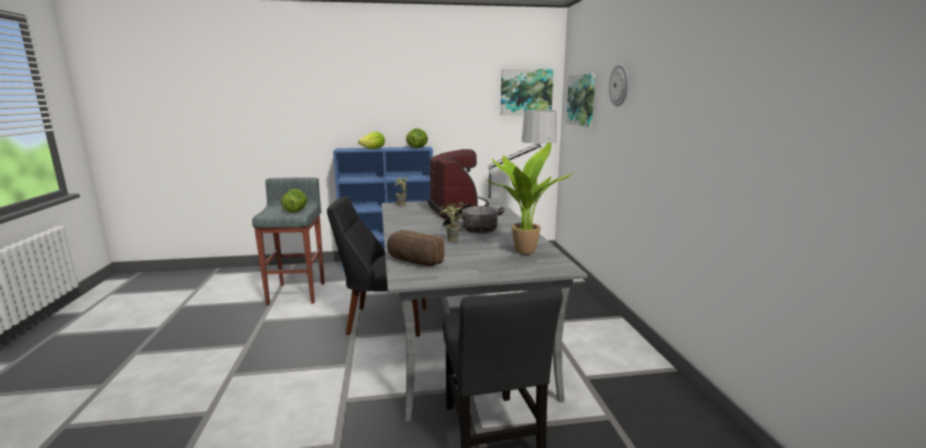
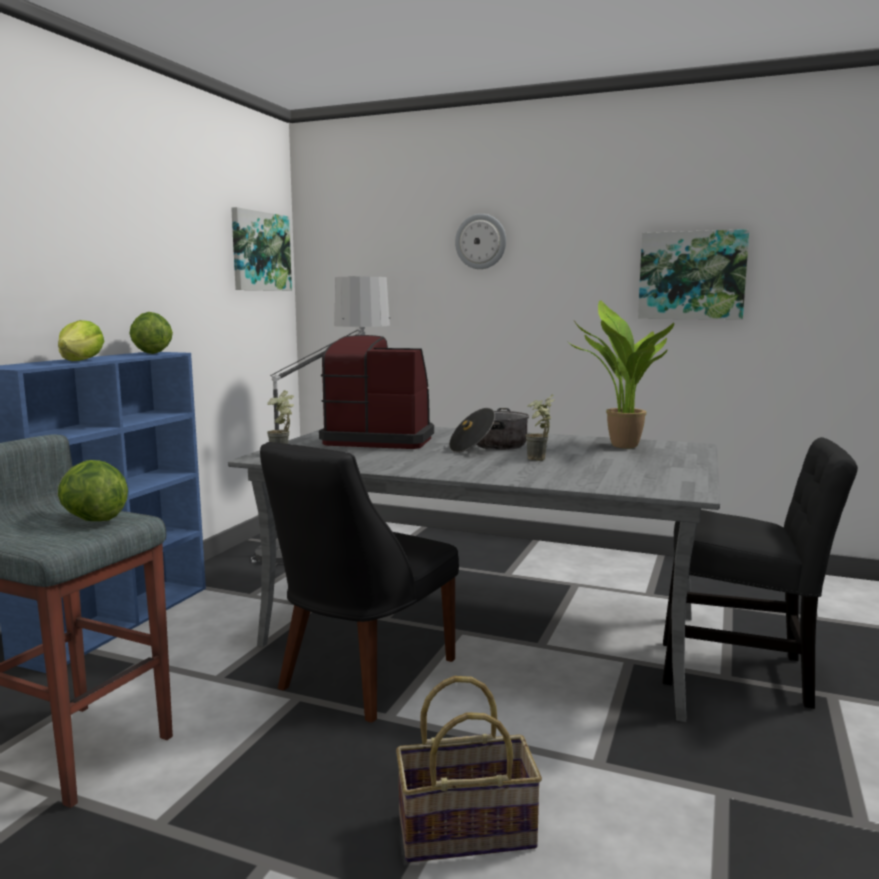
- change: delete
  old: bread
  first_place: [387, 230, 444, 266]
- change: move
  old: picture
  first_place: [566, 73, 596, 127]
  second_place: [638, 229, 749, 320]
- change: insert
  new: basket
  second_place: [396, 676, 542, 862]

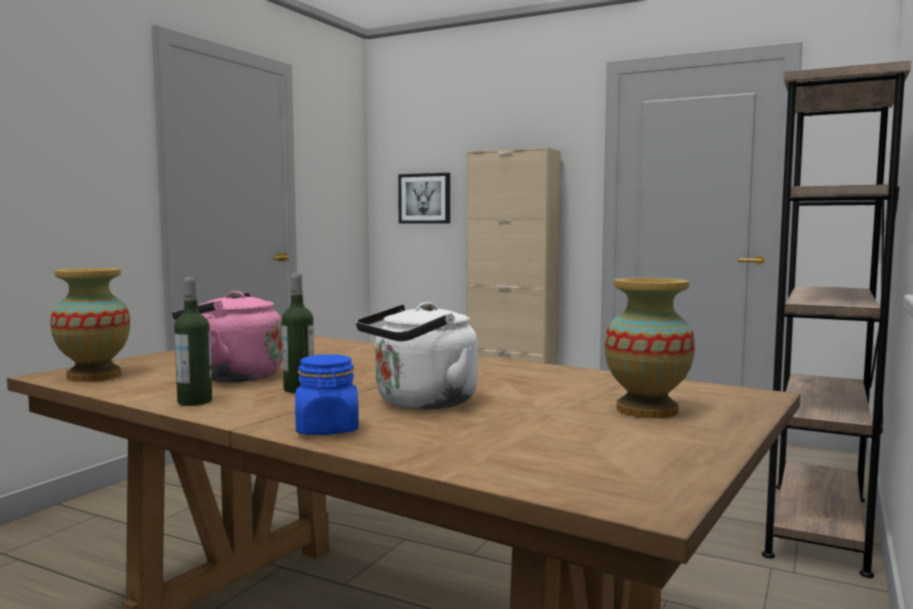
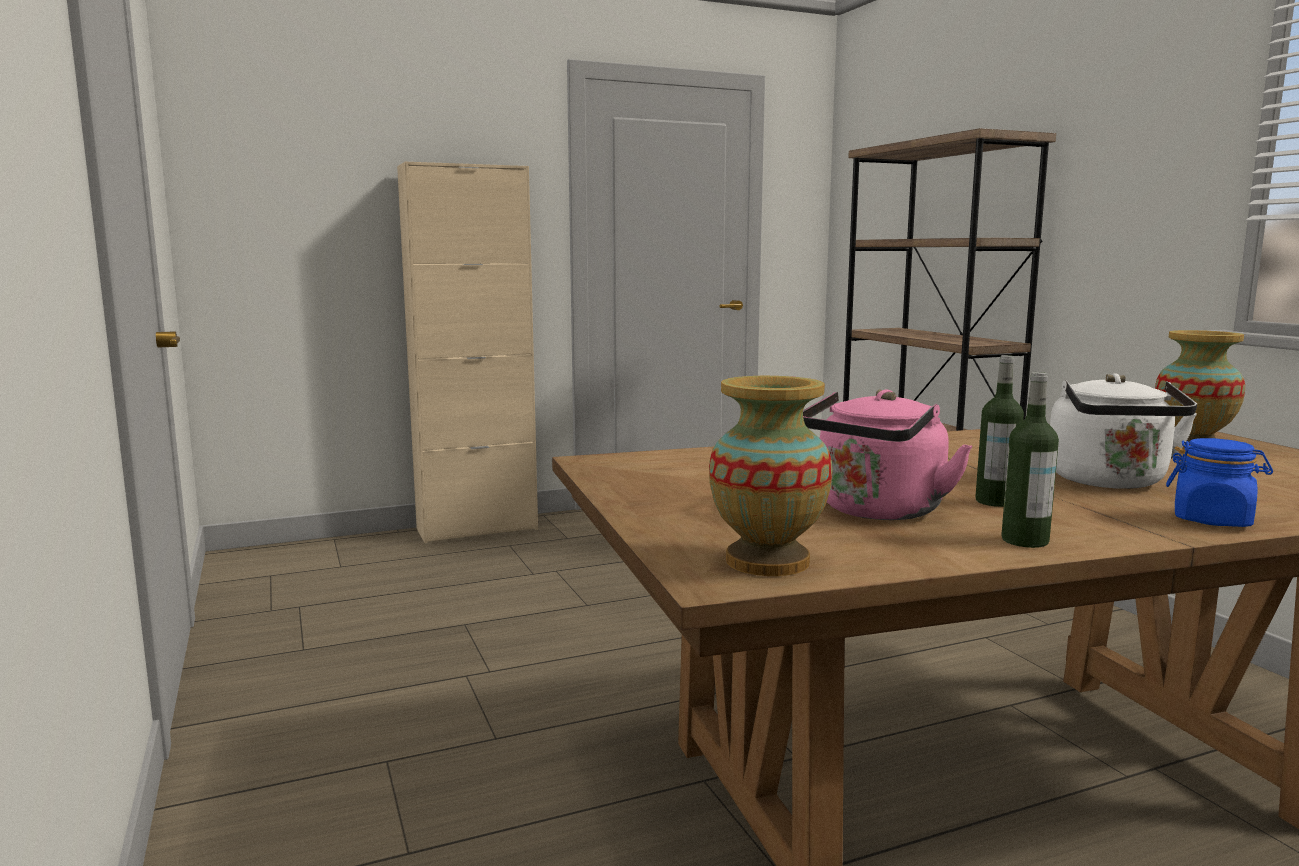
- change: delete
  old: picture
  first_place: [398, 173, 450, 224]

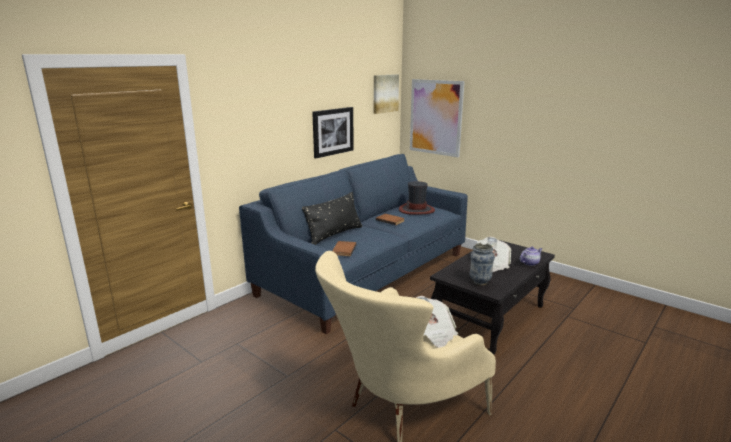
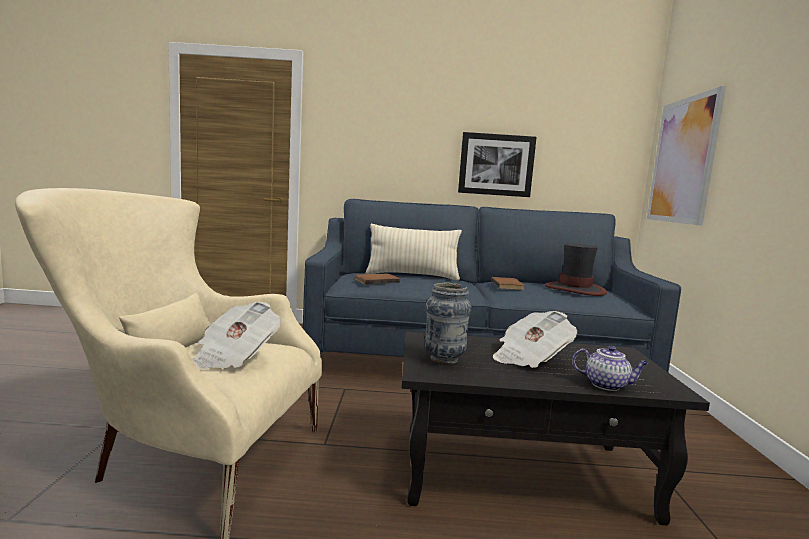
- change: recolor
  old: pillow in black
  new: pillow in beige
  first_place: [302, 192, 362, 245]
  second_place: [365, 224, 462, 280]
- change: delete
  old: picture
  first_place: [374, 74, 399, 114]

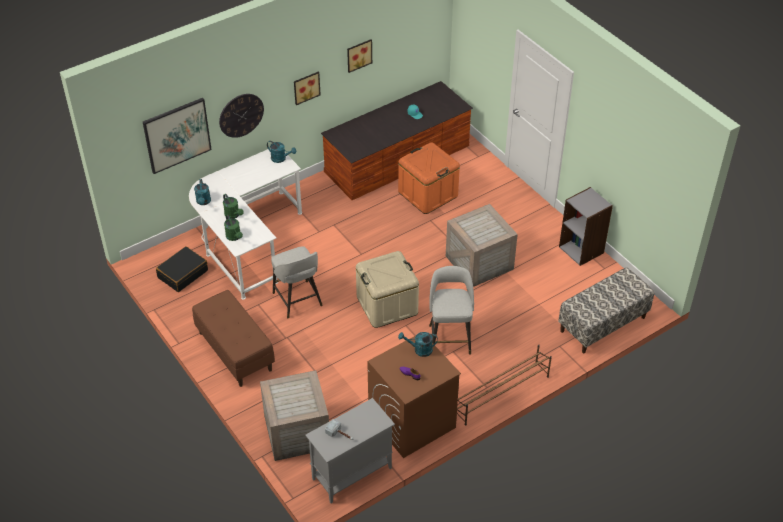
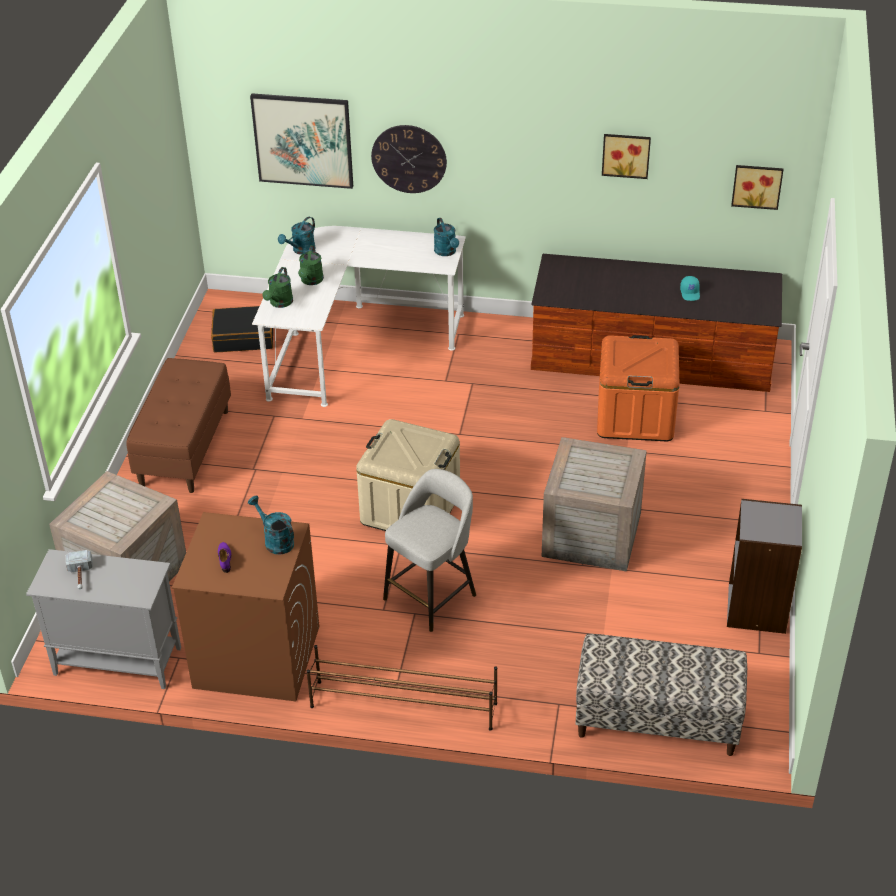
- change: delete
  old: stool in grey
  first_place: [271, 246, 323, 318]
- change: move
  old: picture
  first_place: [294, 72, 321, 105]
  second_place: [731, 165, 784, 210]

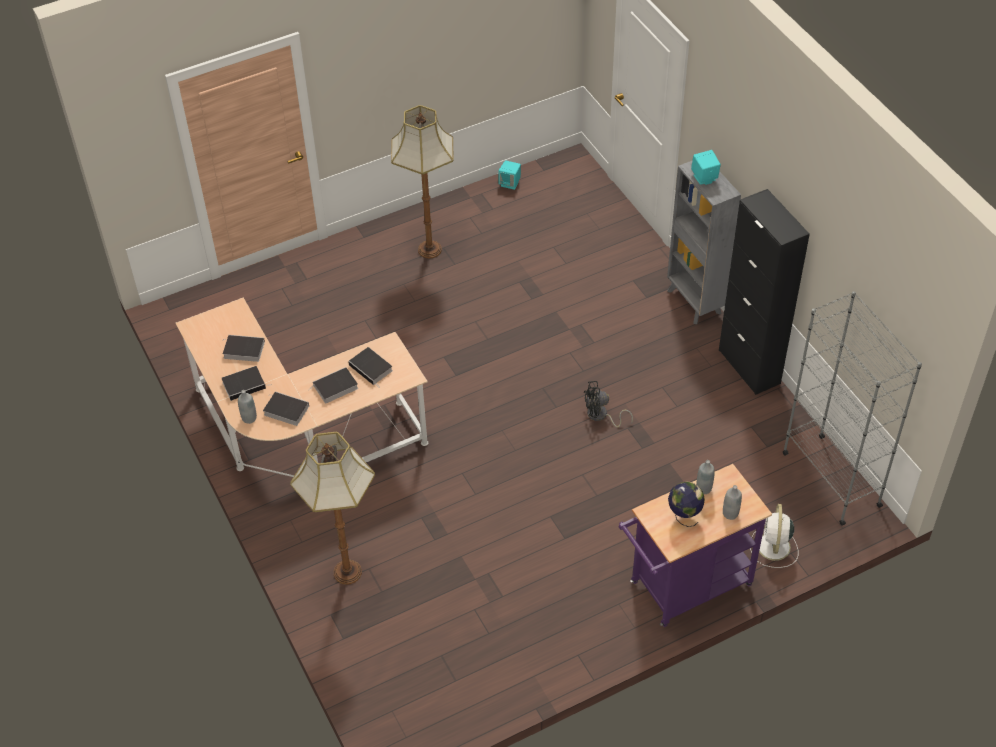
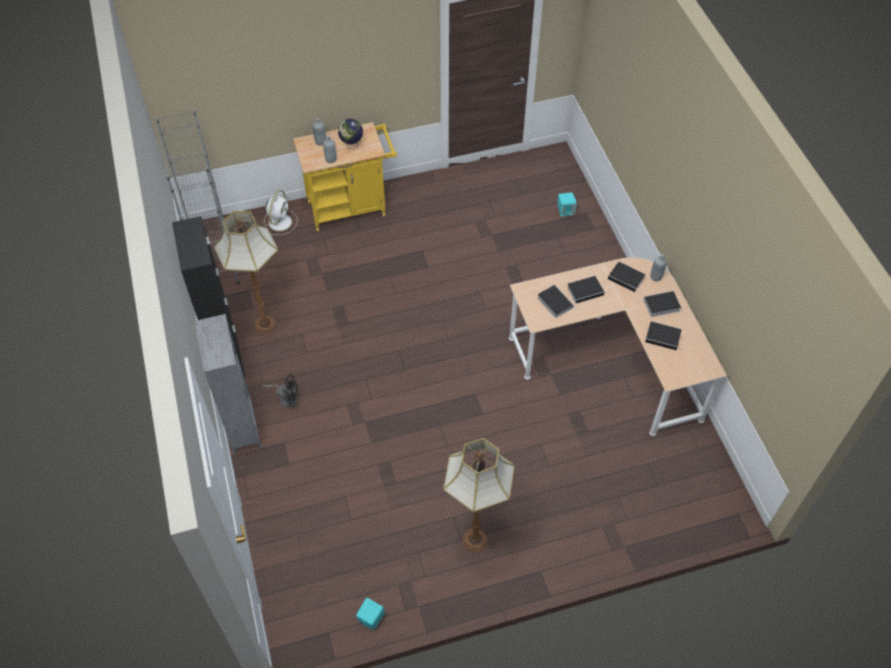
- change: move
  old: floor lamp
  first_place: [290, 432, 375, 585]
  second_place: [213, 211, 278, 334]
- change: move
  old: fan in black
  first_place: [584, 381, 633, 428]
  second_place: [262, 375, 298, 408]
- change: recolor
  old: cart in purple
  new: cart in yellow
  first_place: [619, 464, 772, 627]
  second_place: [293, 122, 397, 232]
- change: move
  old: speaker in turquoise
  first_place: [691, 150, 721, 185]
  second_place: [557, 192, 577, 216]

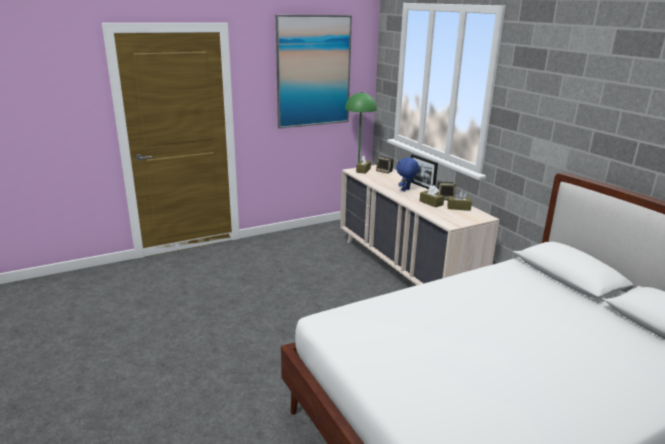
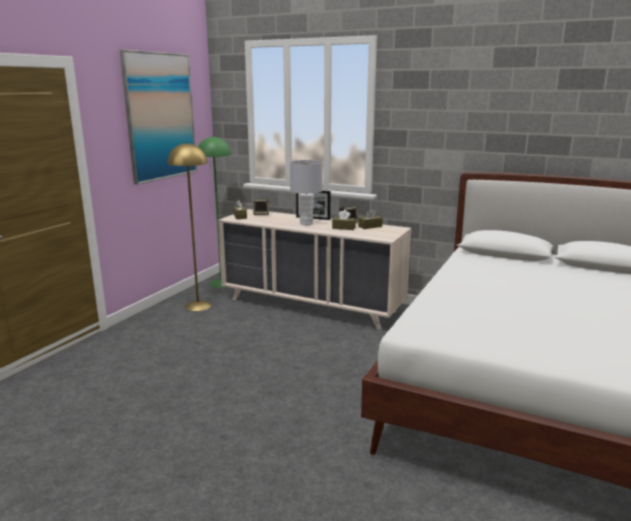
- change: replace
  old: plush toy in blue
  new: table lamp in grey
  first_place: [396, 157, 419, 191]
  second_place: [290, 160, 323, 225]
- change: insert
  new: floor lamp in yellow
  second_place: [168, 142, 211, 311]

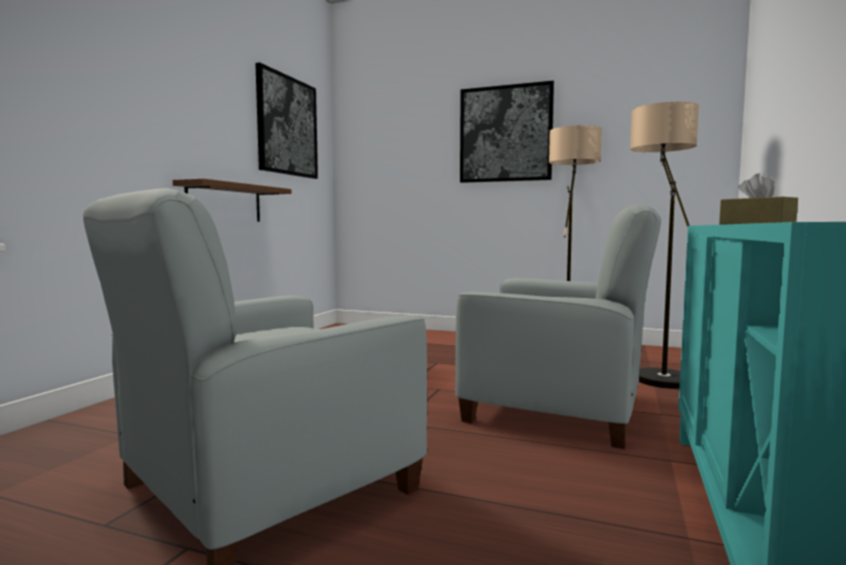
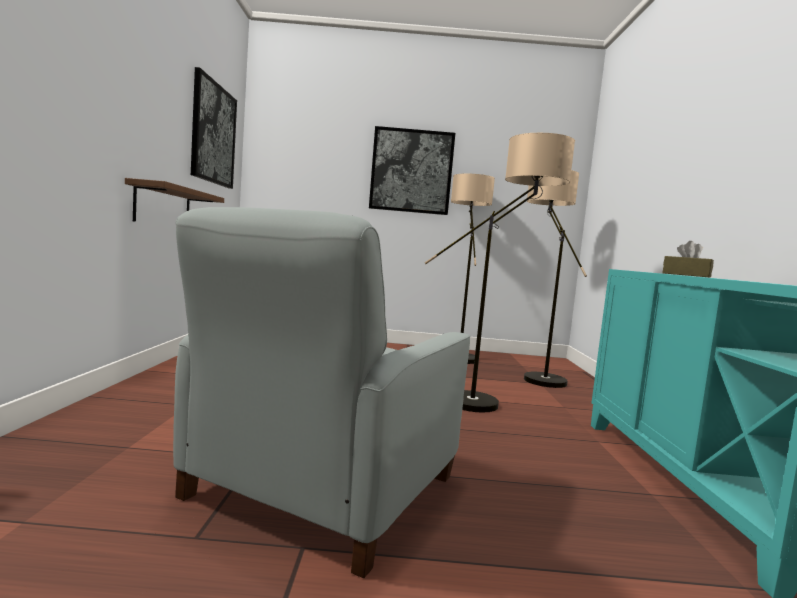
- change: replace
  old: armchair in grey
  new: floor lamp
  first_place: [455, 204, 661, 449]
  second_place: [425, 133, 575, 413]

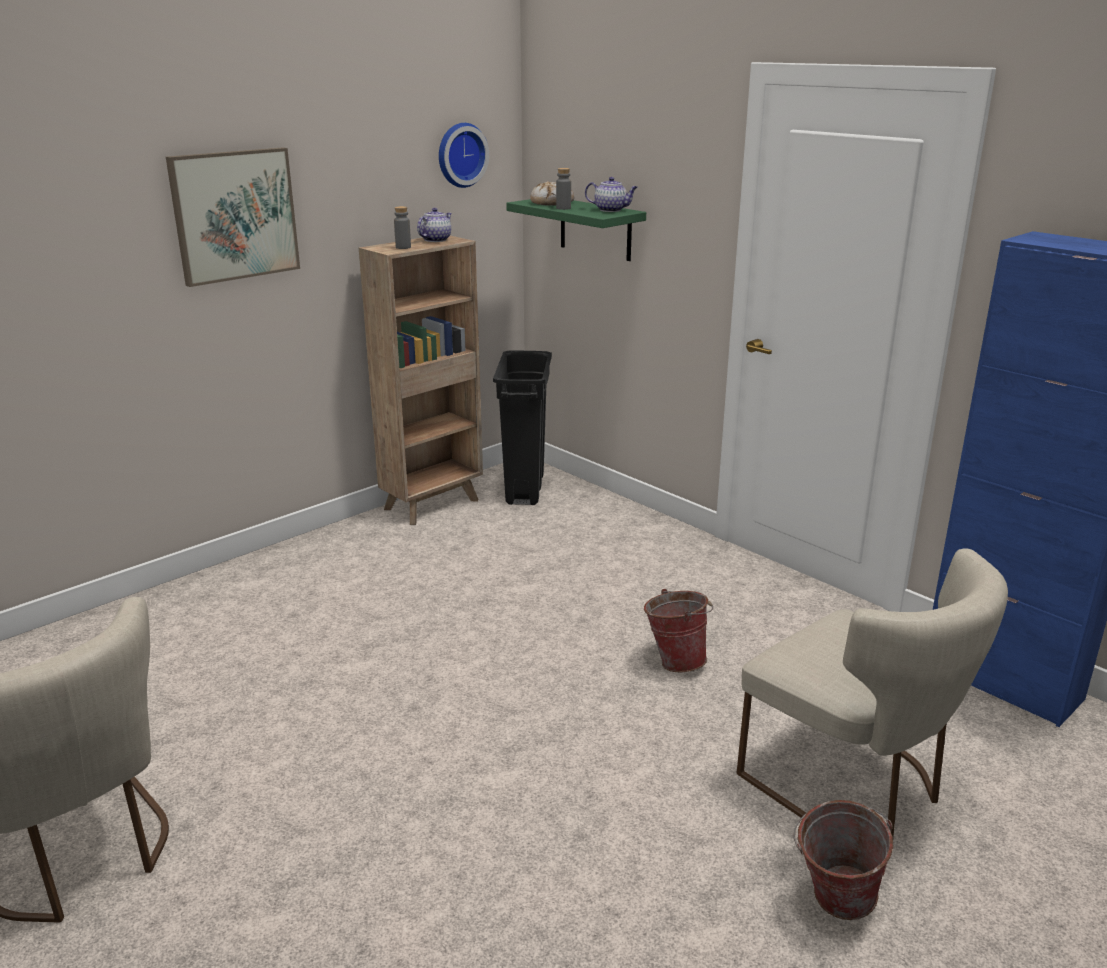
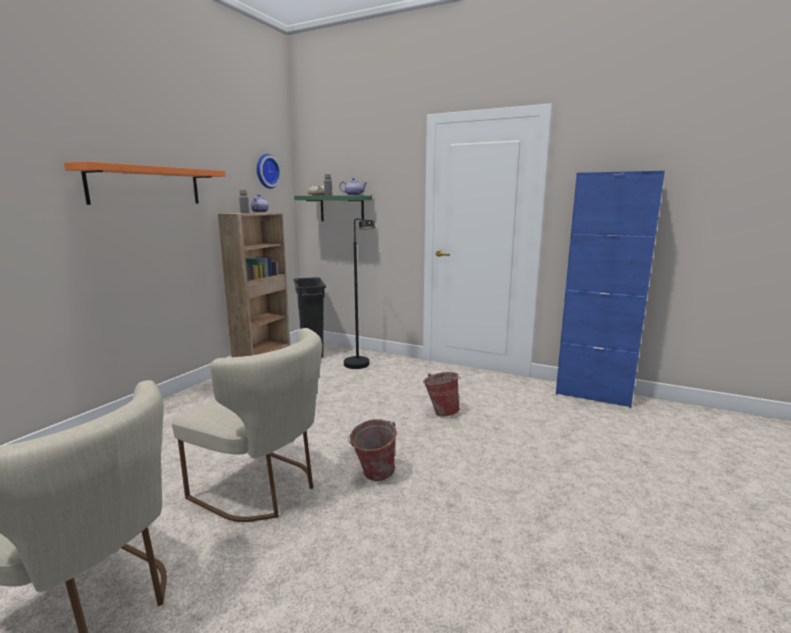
- change: replace
  old: picture
  new: shelf in orange
  first_place: [166, 147, 300, 287]
  second_place: [64, 161, 226, 205]
- change: move
  old: chair in beige
  first_place: [737, 548, 1008, 837]
  second_place: [172, 328, 322, 522]
- change: move
  old: bucket
  first_place: [793, 800, 893, 920]
  second_place: [348, 419, 397, 481]
- change: insert
  new: floor lamp in black
  second_place: [344, 218, 375, 369]

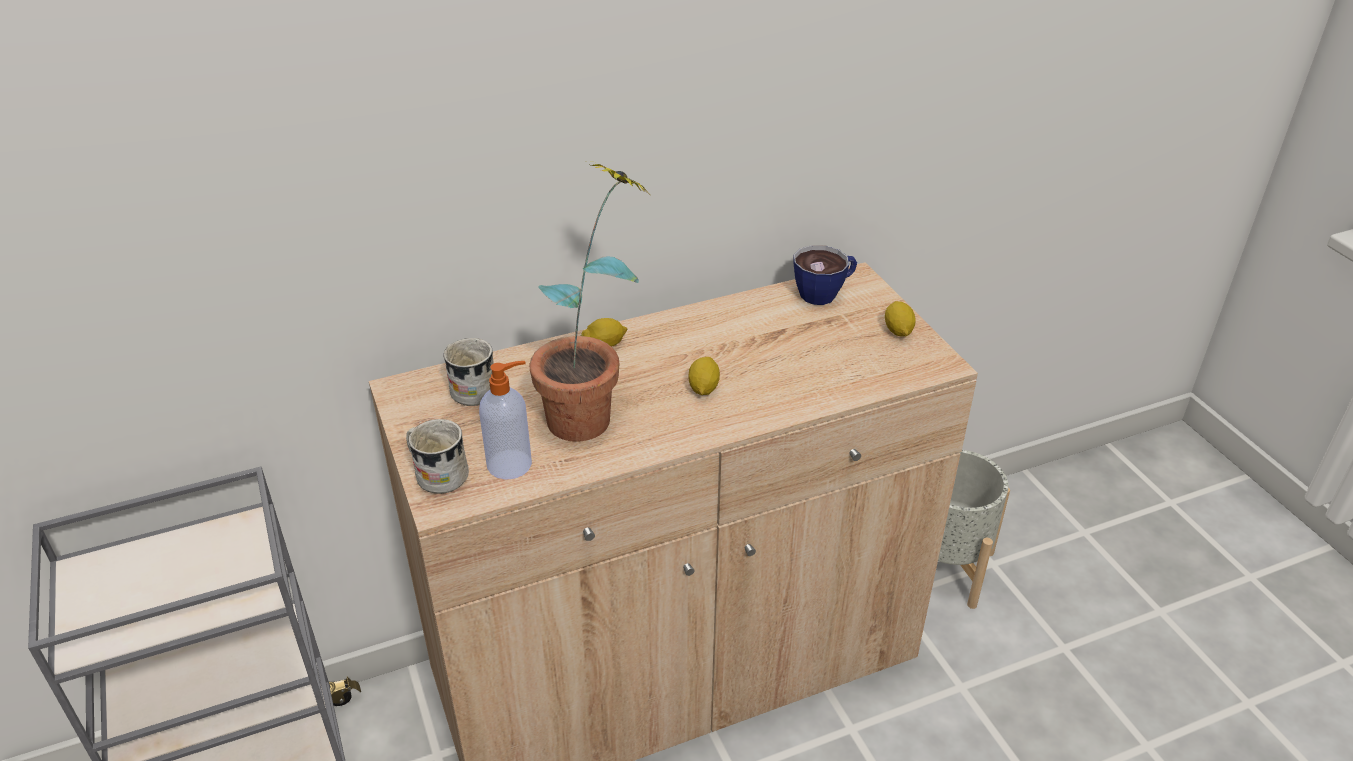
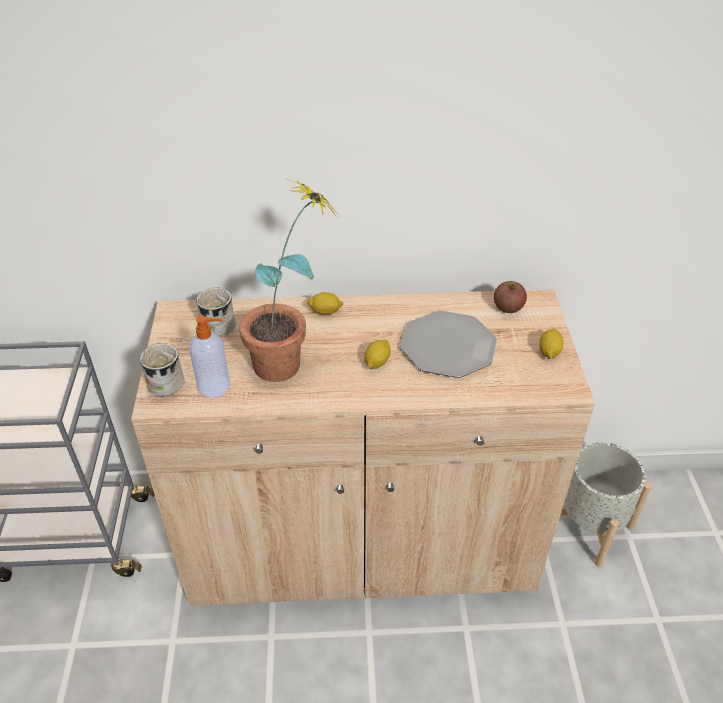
- change: replace
  old: cup
  new: apple
  first_place: [793, 245, 857, 305]
  second_place: [494, 281, 527, 313]
- change: insert
  new: plate
  second_place: [400, 311, 497, 378]

